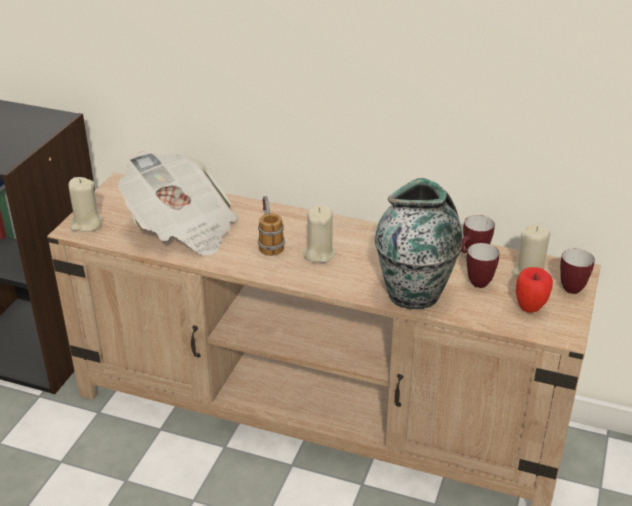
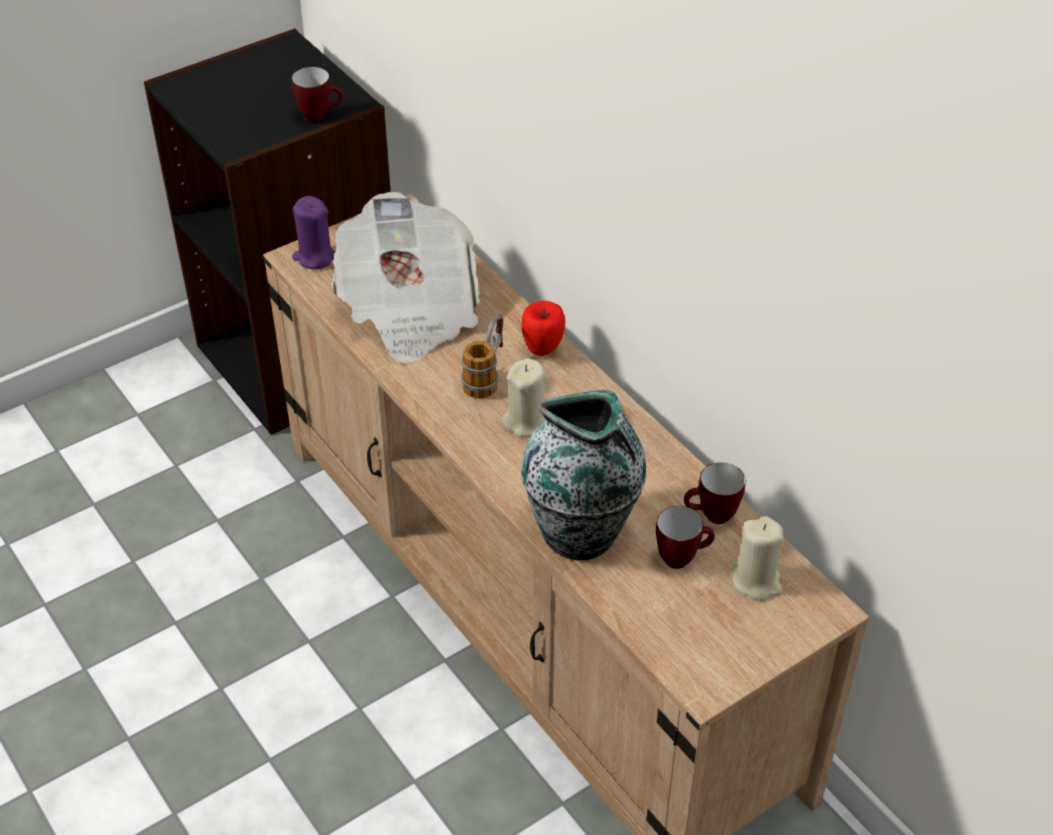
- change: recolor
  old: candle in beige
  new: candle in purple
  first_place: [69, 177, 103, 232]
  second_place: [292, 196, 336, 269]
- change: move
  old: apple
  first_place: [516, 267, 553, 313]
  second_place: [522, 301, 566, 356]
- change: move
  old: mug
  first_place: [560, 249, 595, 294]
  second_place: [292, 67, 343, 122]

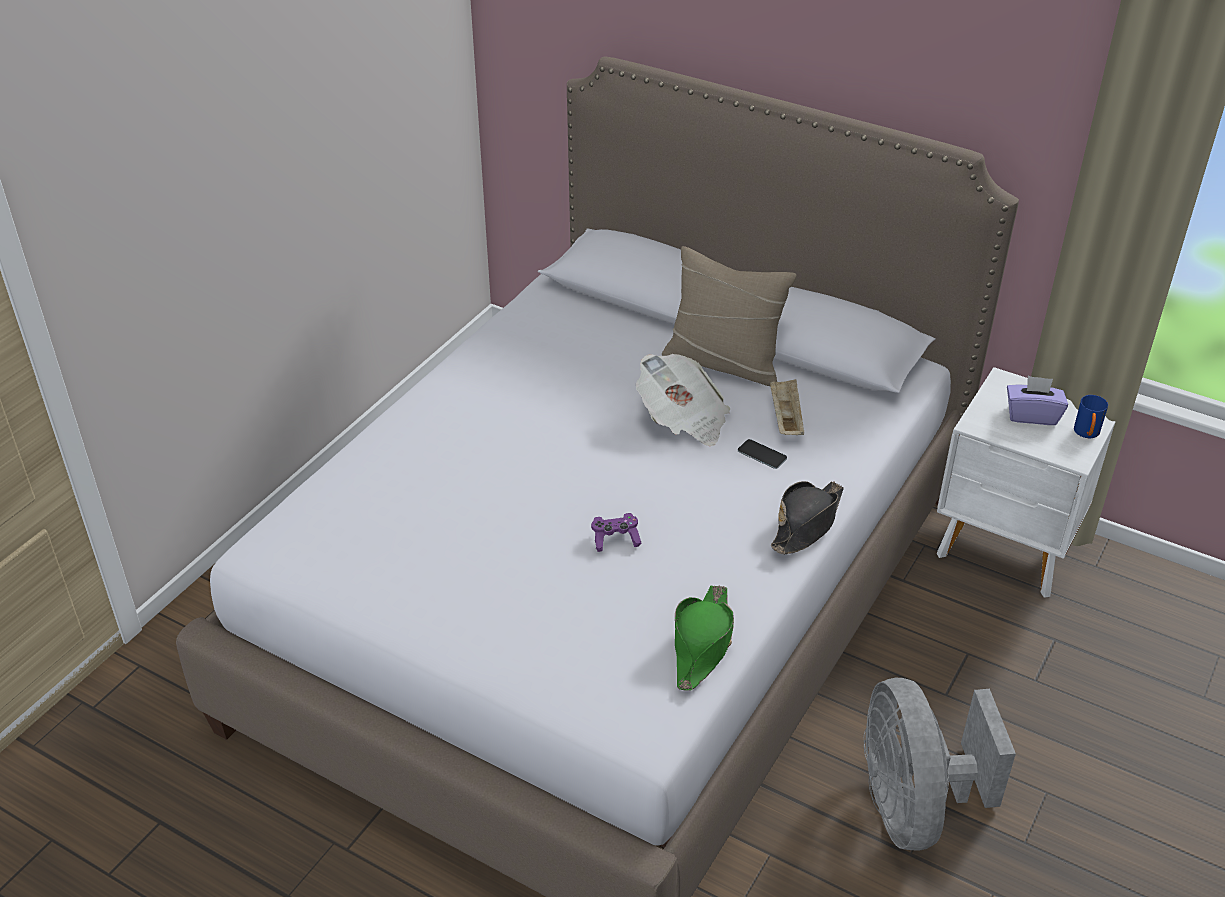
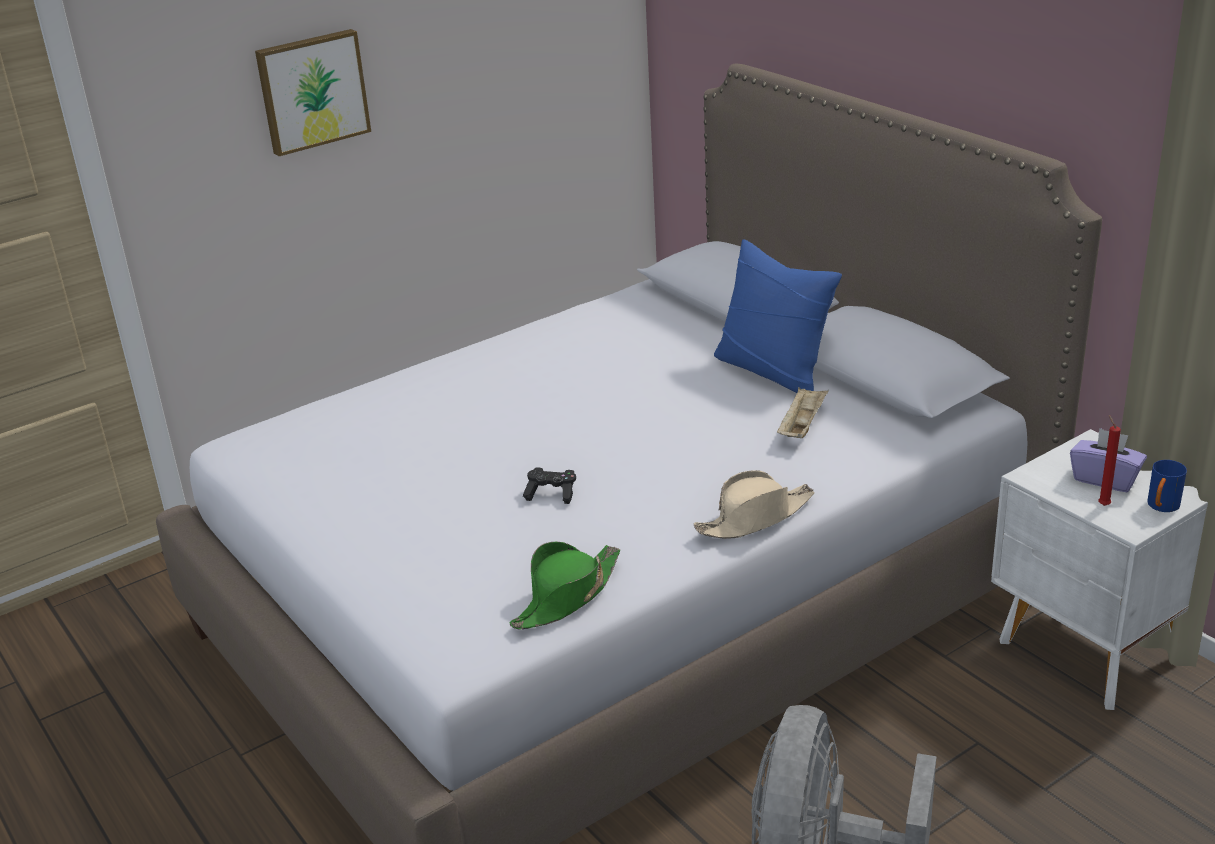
- change: recolor
  old: game controller in purple
  new: game controller in black
  first_place: [591, 513, 642, 552]
  second_place: [523, 468, 576, 504]
- change: delete
  old: newspaper
  first_place: [636, 354, 730, 446]
- change: recolor
  old: pillow in beige
  new: pillow in blue
  first_place: [662, 246, 797, 386]
  second_place: [714, 239, 842, 393]
- change: delete
  old: phone
  first_place: [738, 439, 787, 469]
- change: recolor
  old: hat in black
  new: hat in beige
  first_place: [771, 481, 844, 554]
  second_place: [693, 470, 815, 539]
- change: insert
  new: picture
  second_place: [255, 29, 371, 156]
- change: insert
  new: candle in red
  second_place: [1098, 415, 1121, 506]

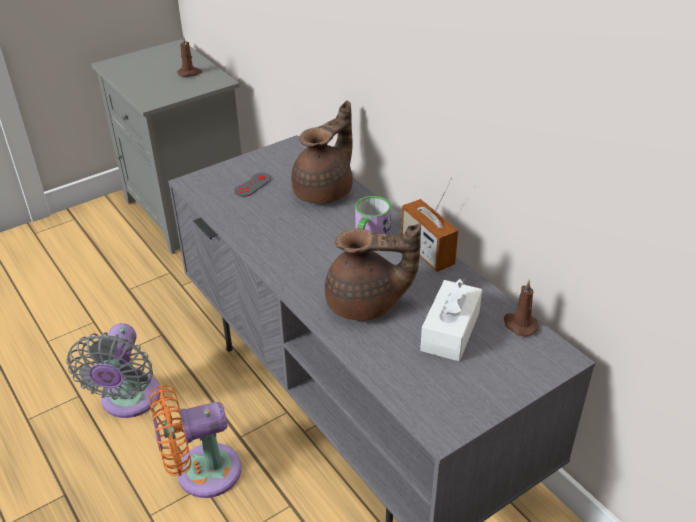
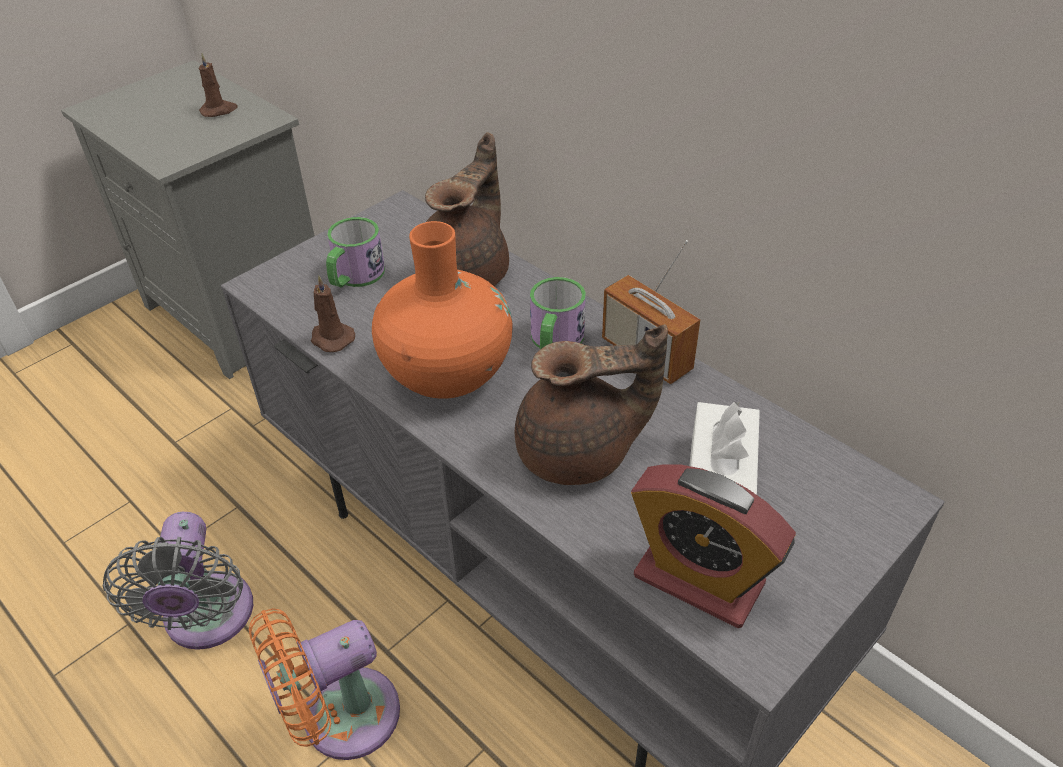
- change: replace
  old: game controller in grey
  new: mug
  first_place: [234, 173, 271, 197]
  second_place: [326, 217, 385, 287]
- change: move
  old: candle in brown
  first_place: [504, 280, 539, 337]
  second_place: [311, 276, 355, 352]
- change: insert
  new: vase in orange
  second_place: [372, 221, 513, 399]
- change: insert
  new: alarm clock
  second_place: [631, 464, 796, 628]

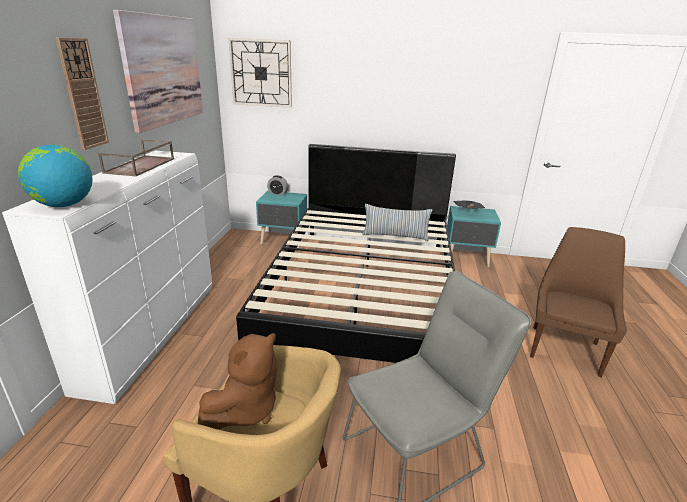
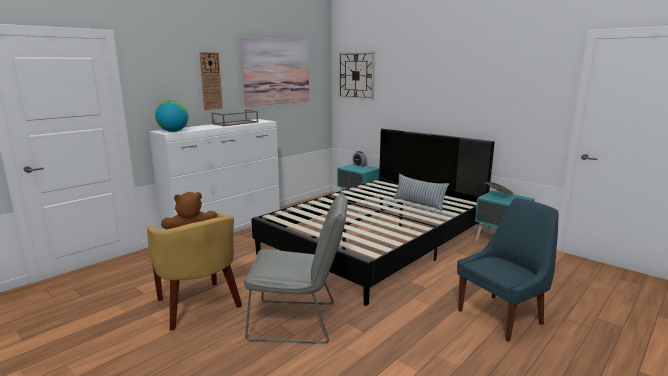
- change: recolor
  old: chair in brown
  new: chair in blue
  first_place: [530, 227, 627, 377]
  second_place: [457, 198, 559, 342]

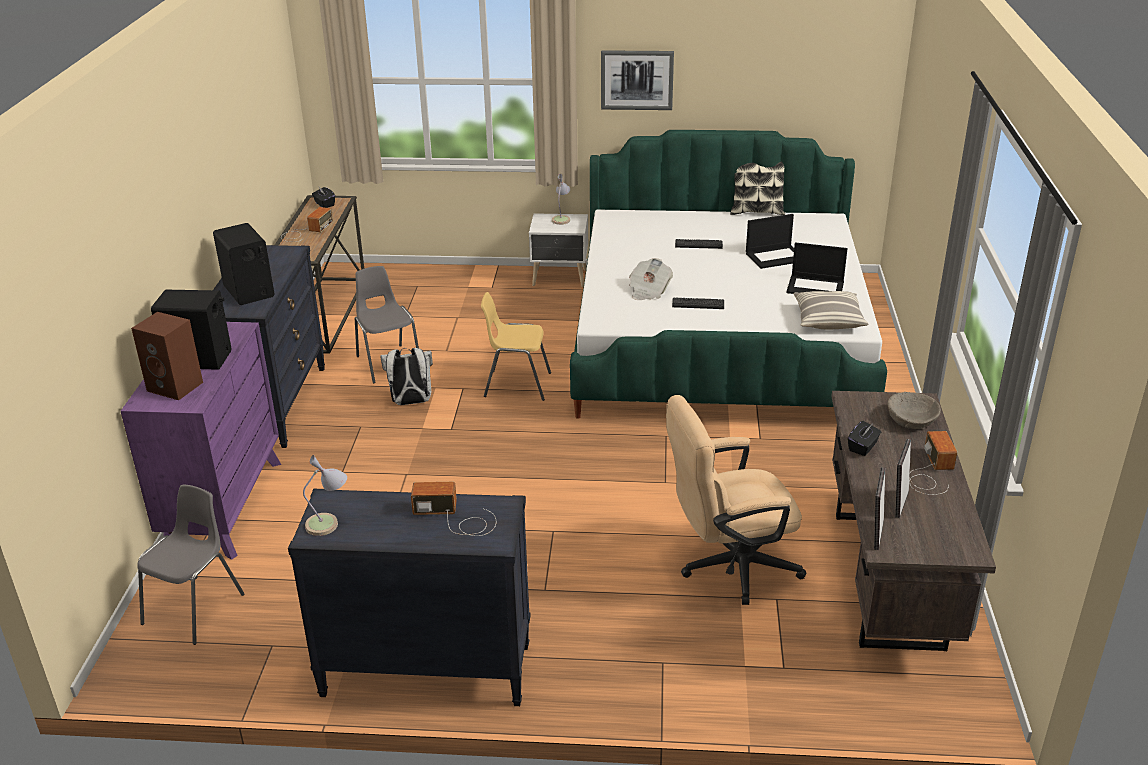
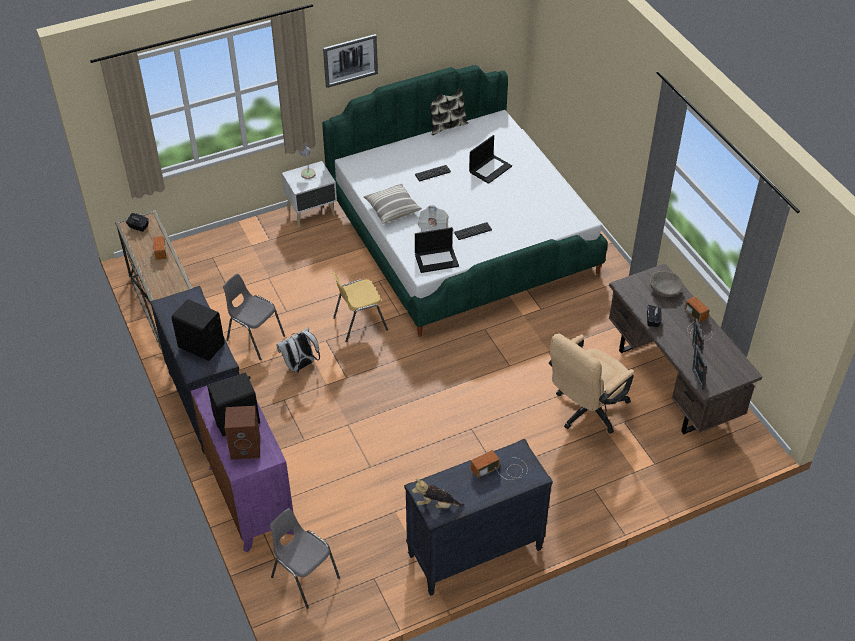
- change: rotate
  old: chair in grey
  first_place: [137, 484, 245, 645]
  second_place: [270, 508, 340, 609]
  degrees: -45
- change: replace
  old: table lamp
  new: plush toy
  first_place: [303, 455, 347, 536]
  second_place: [412, 479, 464, 508]
- change: move
  old: laptop
  first_place: [786, 242, 848, 294]
  second_place: [415, 227, 459, 273]
- change: move
  old: pillow
  first_place: [793, 291, 868, 329]
  second_place: [363, 183, 422, 224]

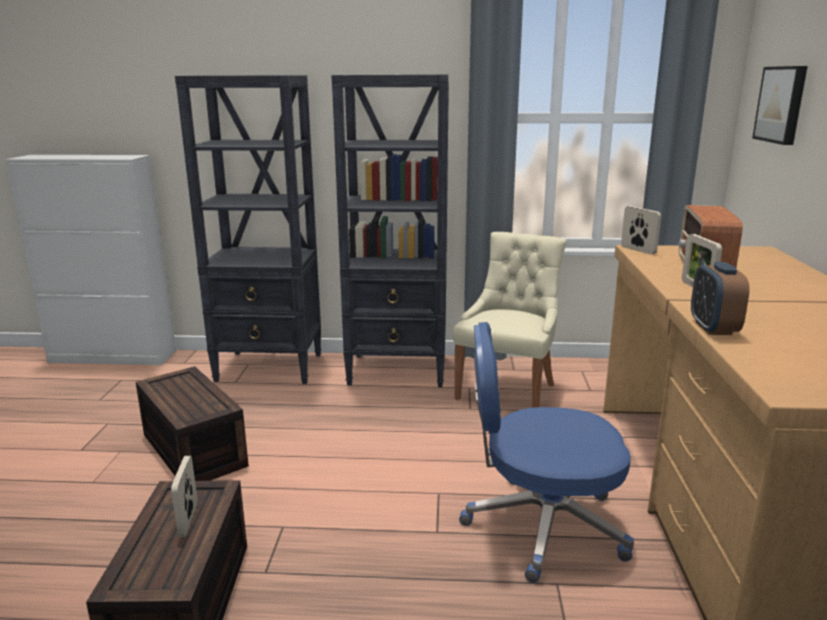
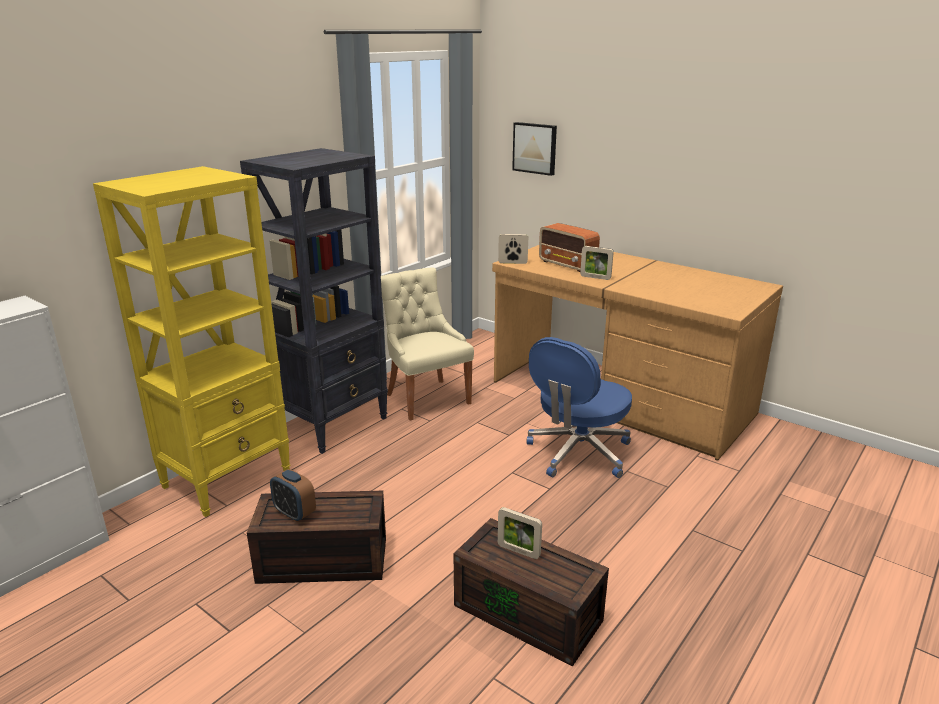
- change: recolor
  old: bookcase in black
  new: bookcase in yellow
  first_place: [175, 75, 321, 384]
  second_place: [93, 166, 291, 517]
- change: move
  old: alarm clock
  first_place: [691, 262, 749, 335]
  second_place: [270, 469, 316, 522]

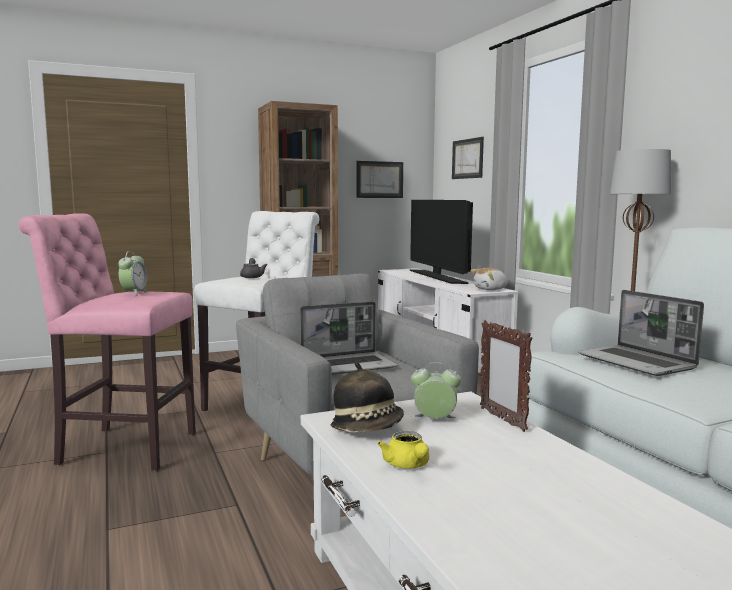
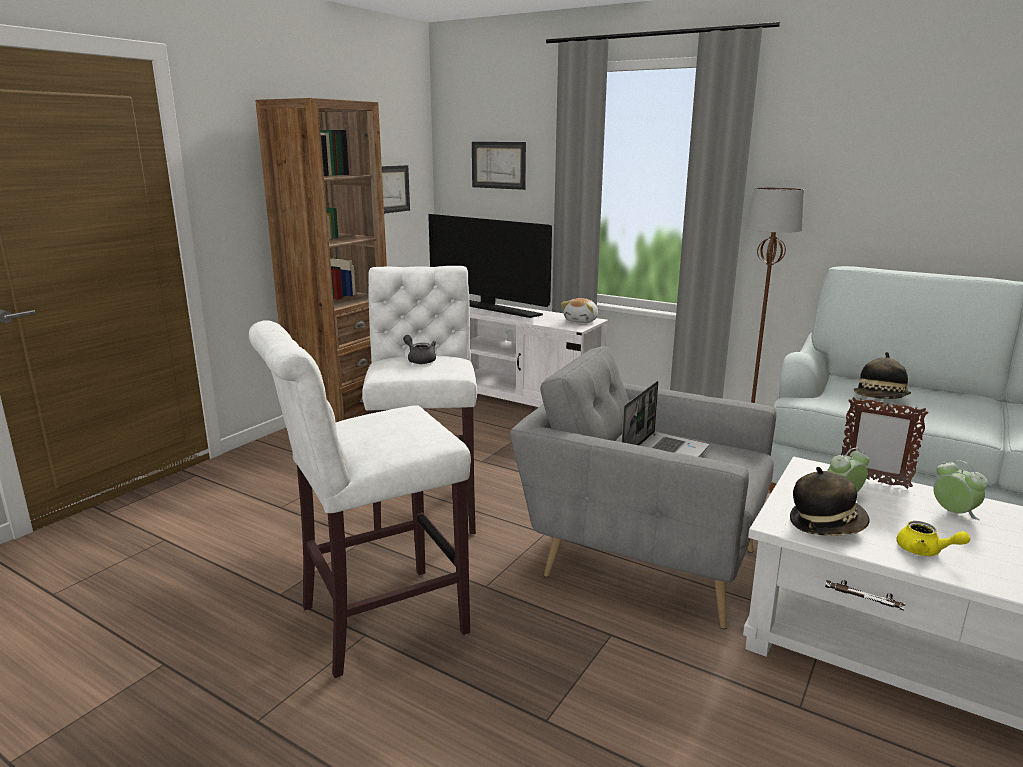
- change: recolor
  old: stool in pink
  new: stool in white
  first_place: [19, 213, 196, 471]
  second_place: [249, 320, 471, 678]
- change: move
  old: alarm clock
  first_place: [118, 251, 147, 296]
  second_place: [933, 460, 988, 520]
- change: replace
  old: laptop
  new: hat
  first_place: [578, 290, 704, 376]
  second_place: [854, 352, 911, 399]

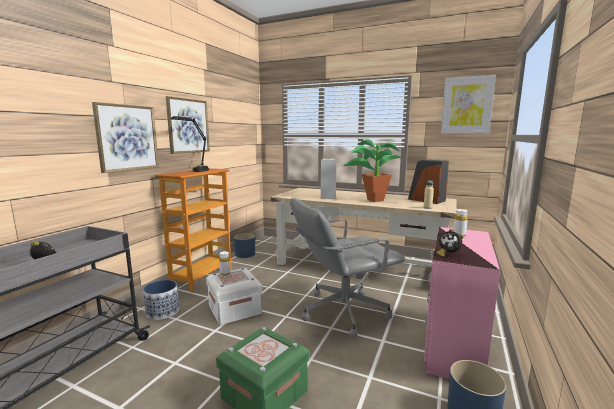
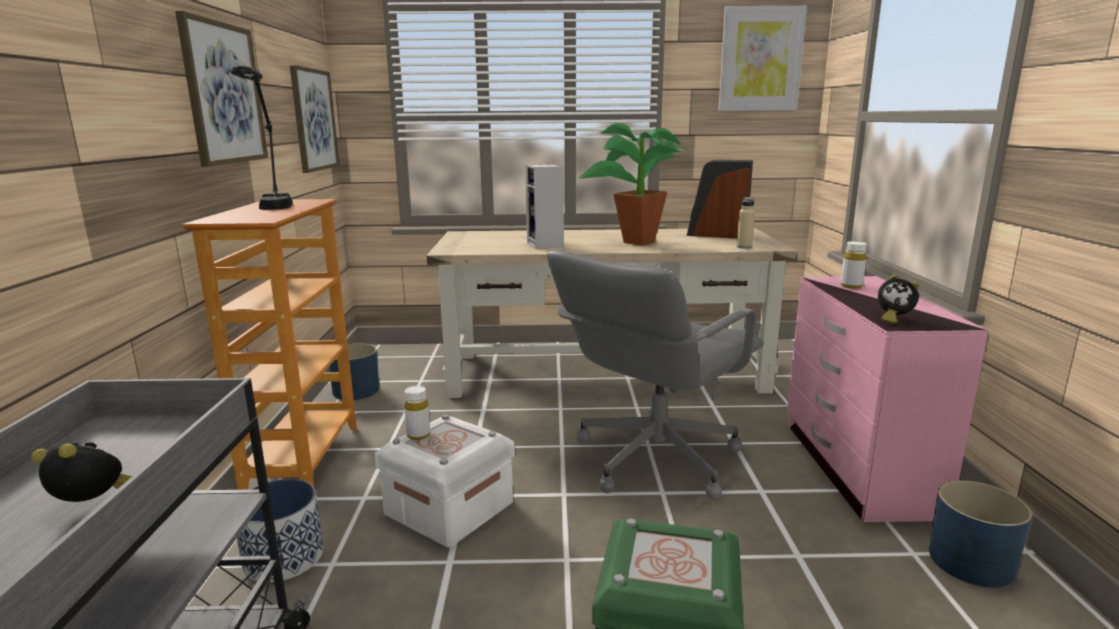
- change: move
  old: picture
  first_place: [92, 102, 159, 173]
  second_place: [290, 65, 340, 173]

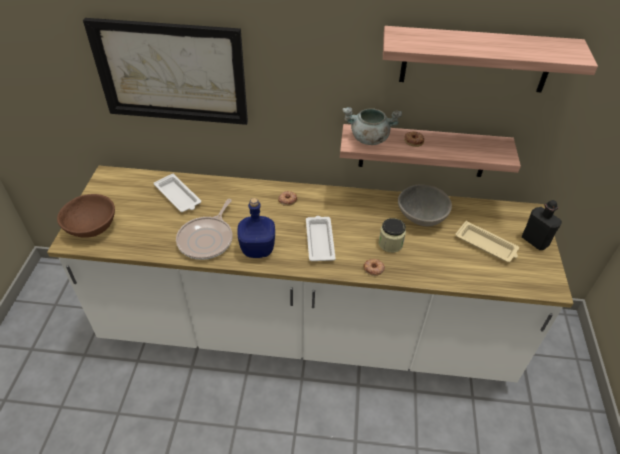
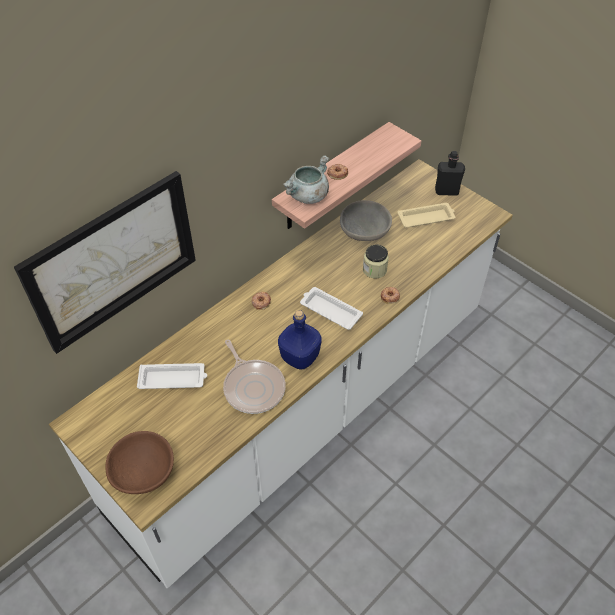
- change: delete
  old: shelf
  first_place: [383, 26, 598, 92]

